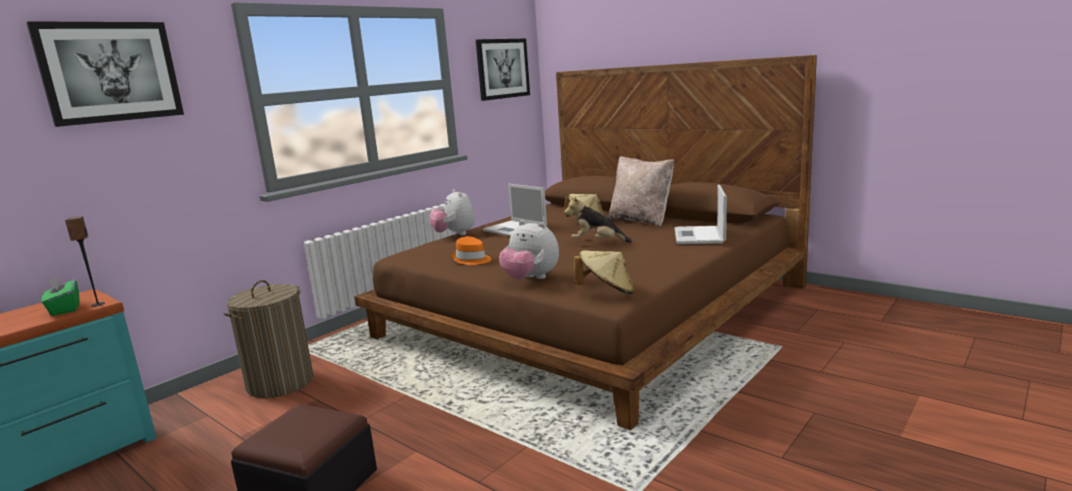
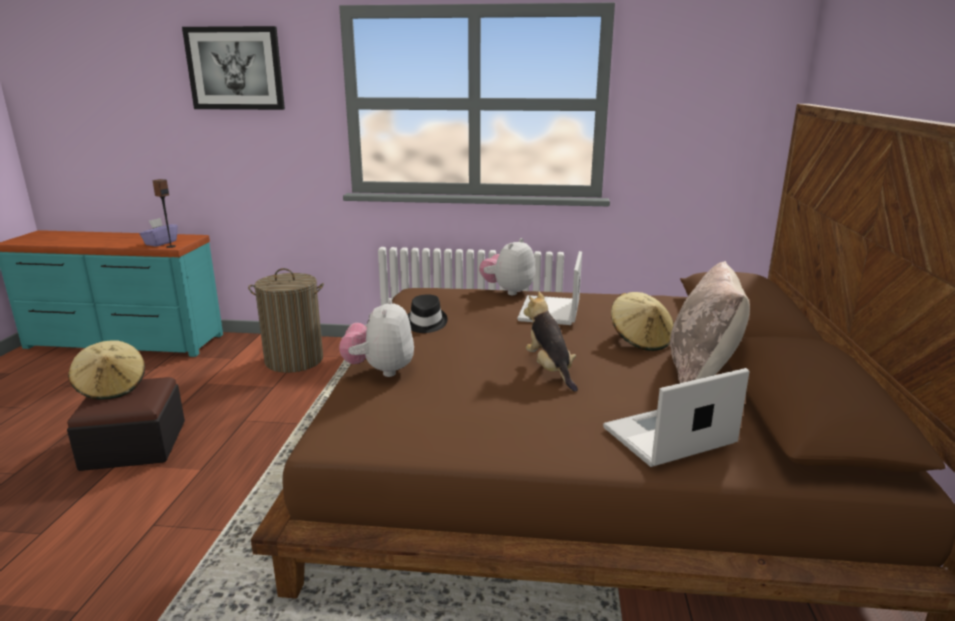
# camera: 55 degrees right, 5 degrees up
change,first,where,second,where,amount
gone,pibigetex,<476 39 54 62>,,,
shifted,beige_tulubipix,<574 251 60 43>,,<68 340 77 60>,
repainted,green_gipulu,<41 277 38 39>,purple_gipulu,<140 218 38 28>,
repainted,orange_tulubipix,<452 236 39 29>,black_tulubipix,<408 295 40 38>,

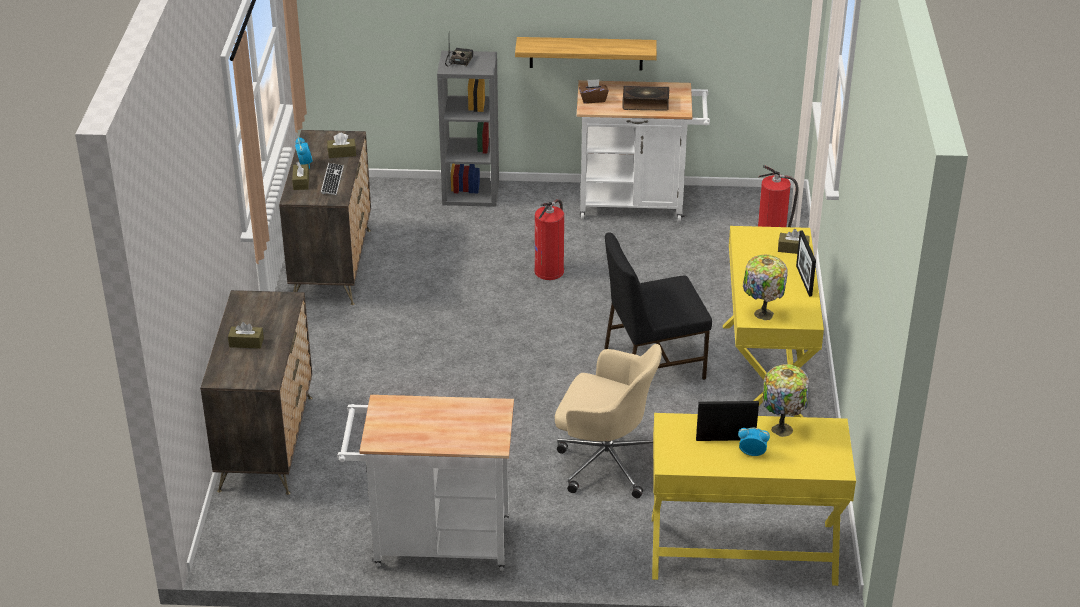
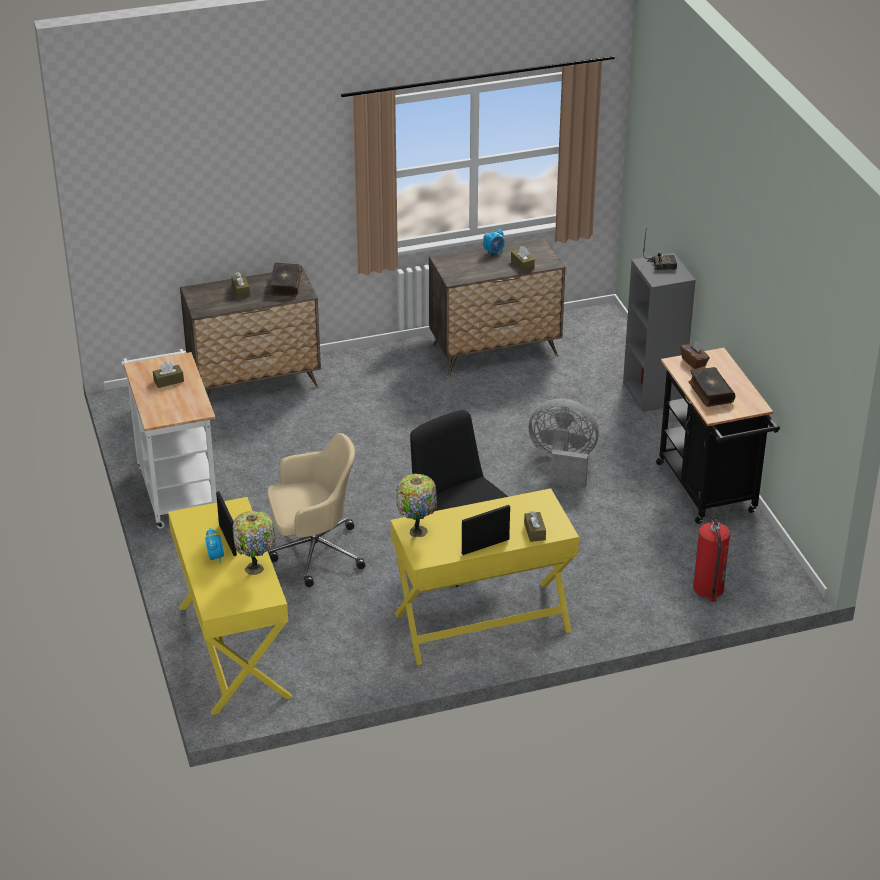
# camera: 70 degrees right, 0 degrees up
change,first,where,second,where,amount
gone,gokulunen,<321 163 23 32>,,,
gone,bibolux,<515 37 142 33>,,,
new,,,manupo,<270 263 32 34>,
shifted,brown_gipulu,<292 162 17 28>,,<153 361 31 27>,
swapped,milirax,<534 199 30 81>,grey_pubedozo,<529 399 70 89>,
repainted,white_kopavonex,<577 80 133 142>,black_kopavonex,<656 348 124 176>,
rotated,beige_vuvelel,<555 344 107 155>,,<267 433 98 154>,105 degrees counterclockwise

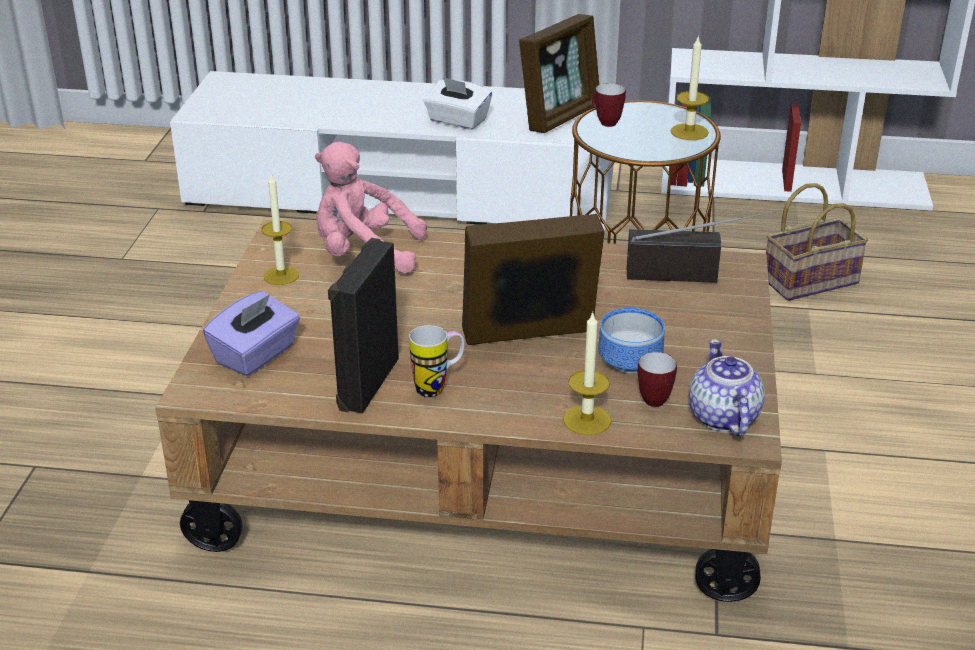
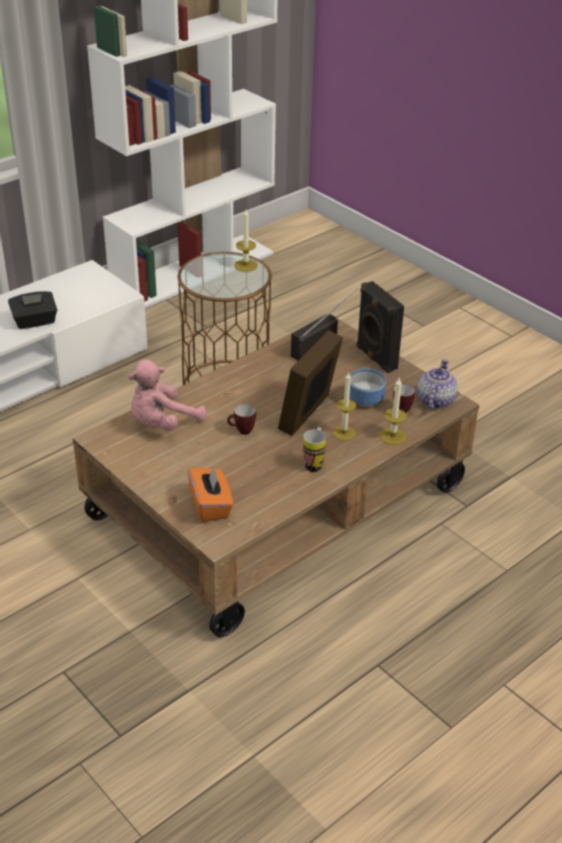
# camera: 50 degrees left, 5 degrees up
change,first,where,second,where,amount
gone,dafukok,<519 14 80 119>,,,
gone,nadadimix,<766 183 102 118>,,,
shifted,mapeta,<262 173 37 112>,,<333 372 23 69>,
shifted,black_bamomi,<328 238 71 176>,,<356 281 48 92>,
shifted,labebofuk,<592 83 34 44>,,<227 404 29 31>,
repainted,purple_gipulu,<203 291 97 85>,orange_gipulu,<188 466 45 56>,
repainted,white_gipulu,<423 77 69 53>,black_gipulu,<8 291 49 38>,
rotated,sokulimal,<689 339 76 97>,,<417 359 41 51>,75 degrees clockwise

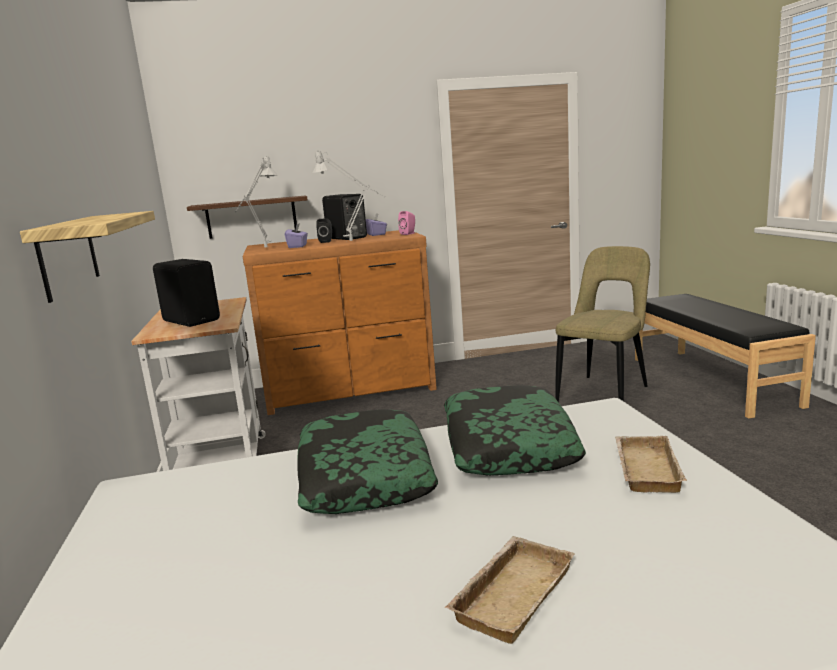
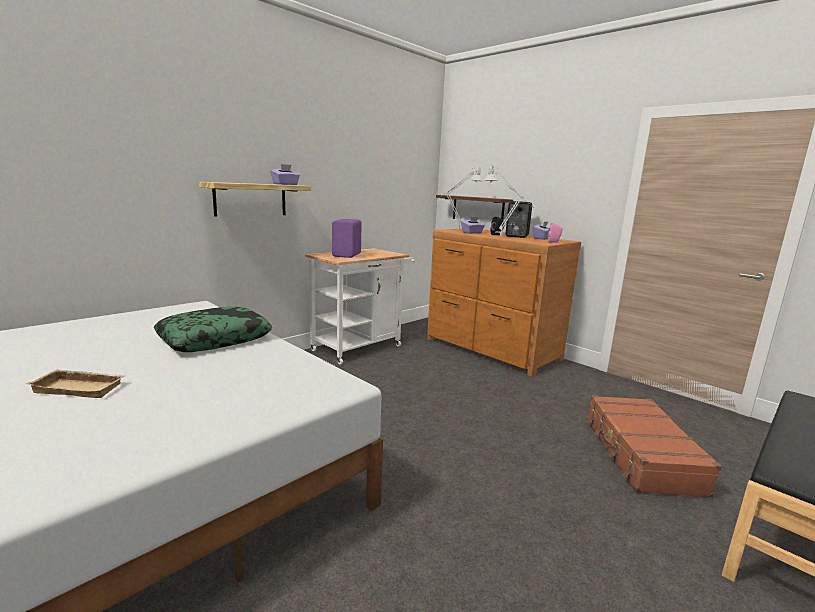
# camera: 55 degrees right, 0 degrees up
change,first,where,second,where,amount
gone,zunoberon,<444 385 142 91>,,,
gone,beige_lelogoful,<615 436 72 57>,,,
new,,,purple_gipulu,<270 164 30 21>,
swapped,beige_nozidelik,<555 246 95 156>,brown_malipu,<587 395 135 103>,
repainted,black_bamomi,<153 259 67 68>,purple_bamomi,<332 219 30 39>,

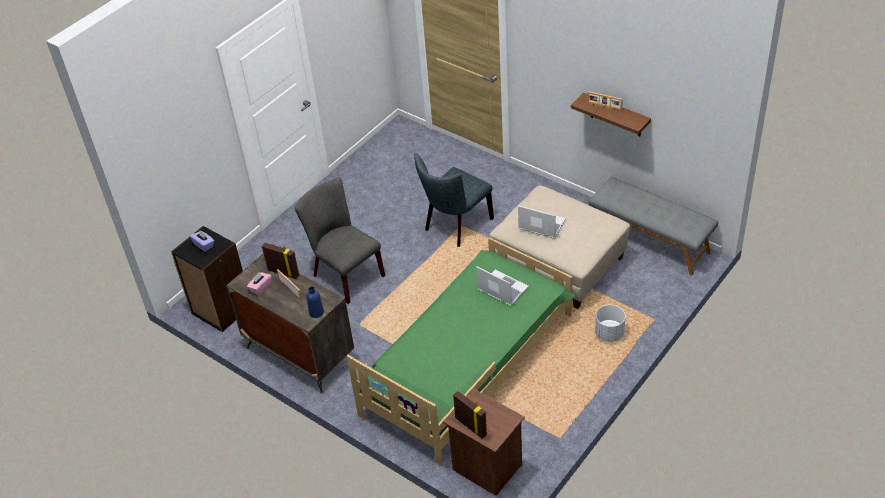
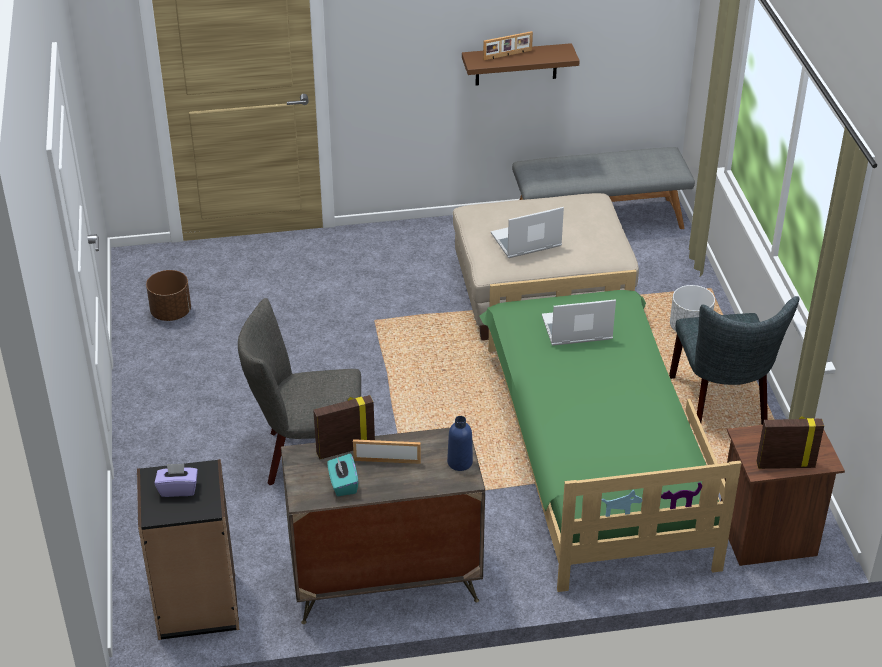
# camera: 50 degrees left, 5 degrees down
change,first,where,second,where,amount
new,,,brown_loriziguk,<146 270 45 51>,
shifted,grey_nozidelik,<414 153 80 94>,,<669 296 130 129>,
repainted,pink_gipulu,<247 272 25 24>,turquoise_gipulu,<328 454 30 42>,

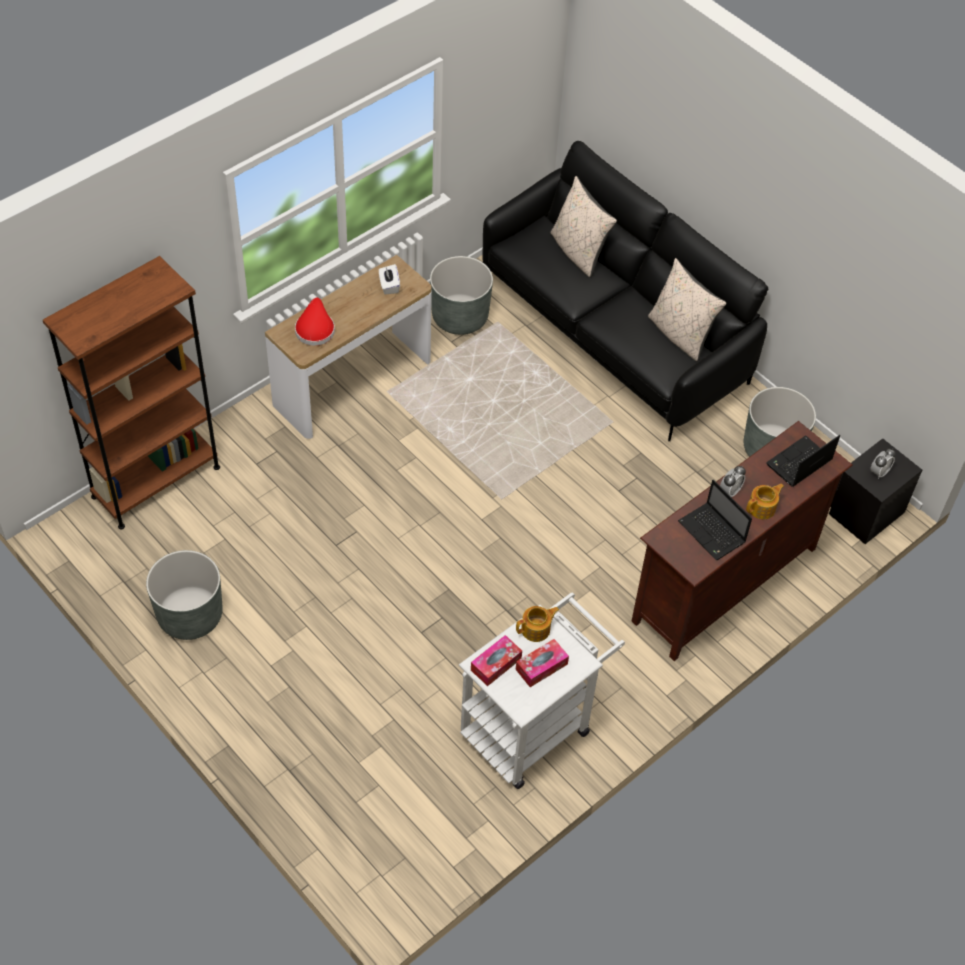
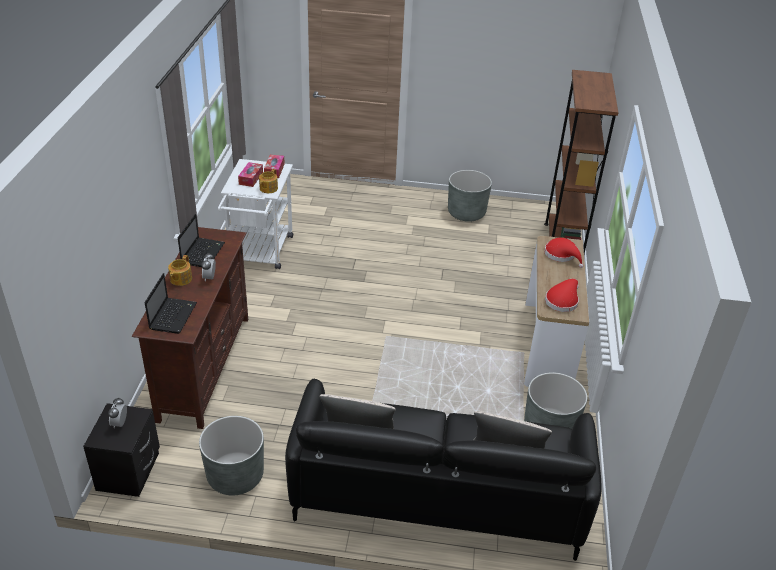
# camera: 140 degrees right, 15 degrees down
change,first,where,second,where,amount
swapped,white_gipulu,<379 264 21 31>,red_tulubipix,<545 279 34 33>,
rotated,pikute,<678 480 74 80>,,<178 214 47 53>,90 degrees clockwise

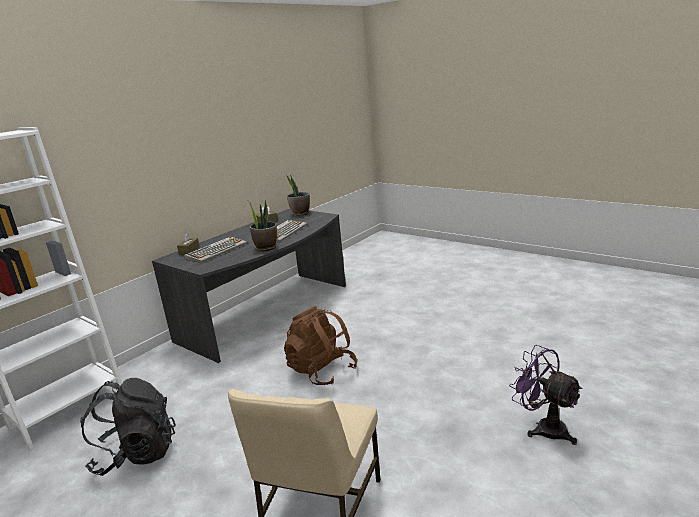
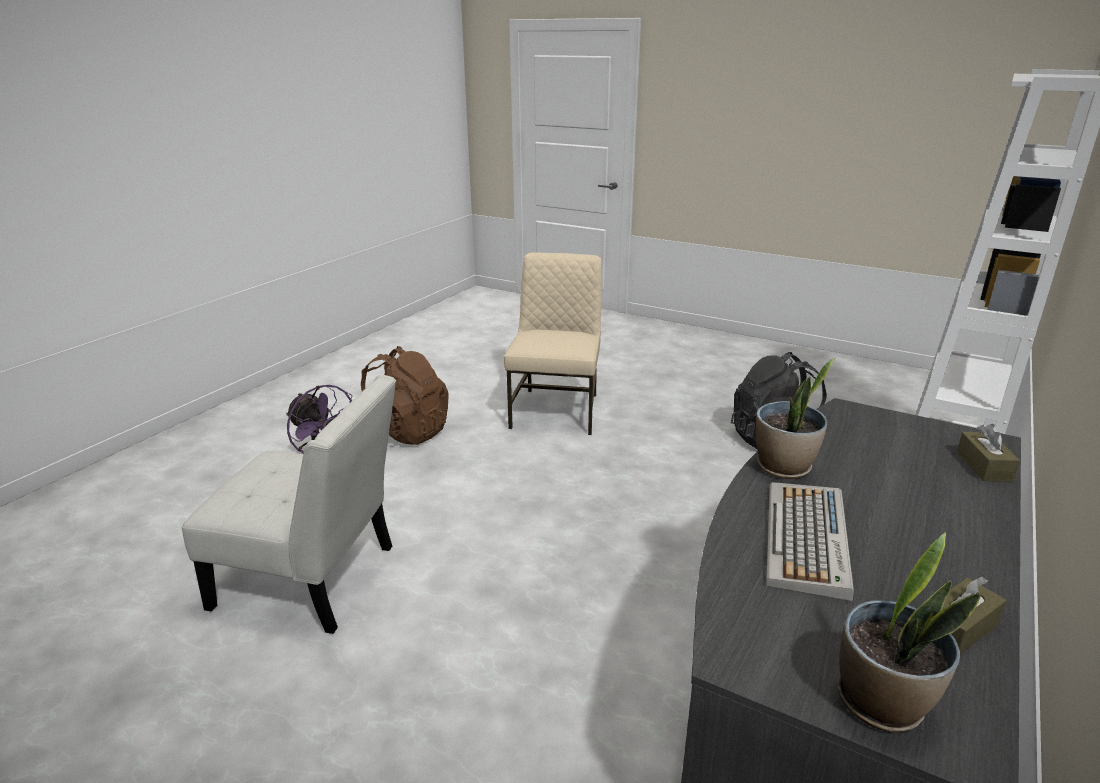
# camera: 170 degrees right, 5 degrees up
change,first,where,second,where,amount
gone,gokulunen,<184 237 63 26>,,,
new,,,white_nozidelik,<182 375 214 259>,
shifted,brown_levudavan,<284 306 74 79>,,<361 346 88 99>,

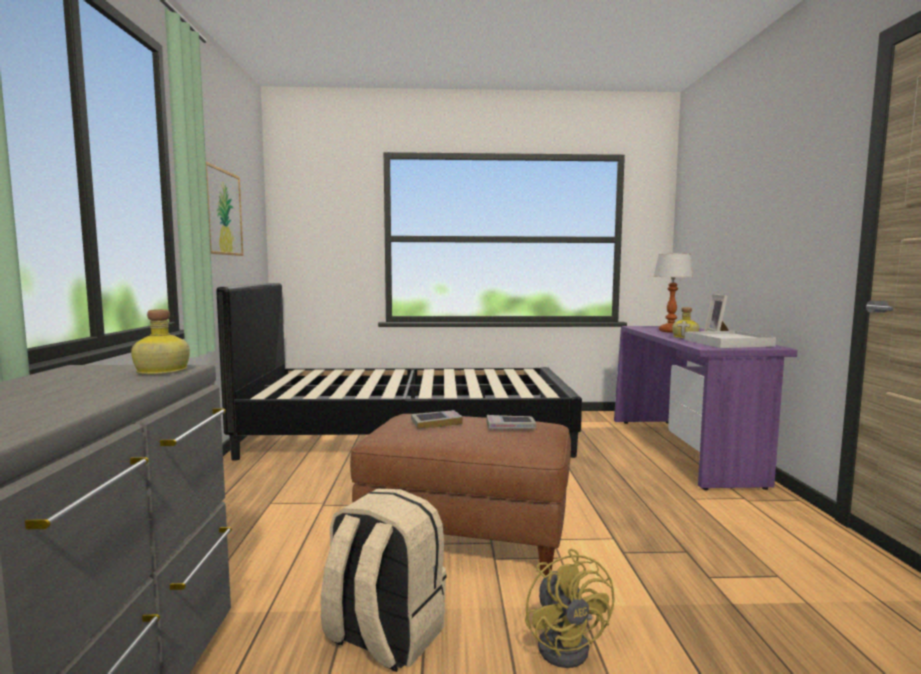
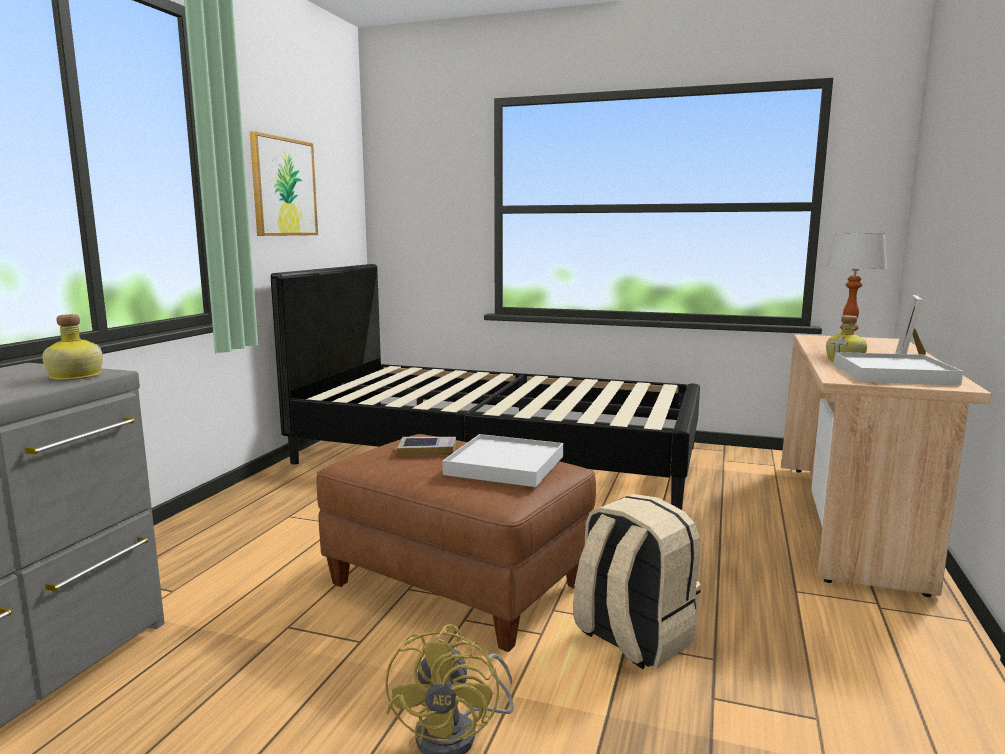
# camera: 20 degrees right, 5 degrees up
change,first,where,second,where,amount
shifted,beige_levudavan,<321 488 126 184>,,<573 494 128 175>,
swapped,manupo,<487 415 49 14>,white_lelogoful,<443 434 120 53>,
repainted,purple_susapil,<614 326 184 164>,beige_susapil,<781 334 210 263>,

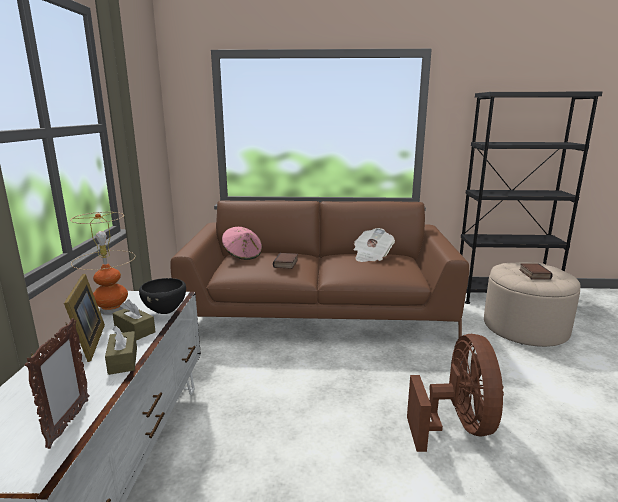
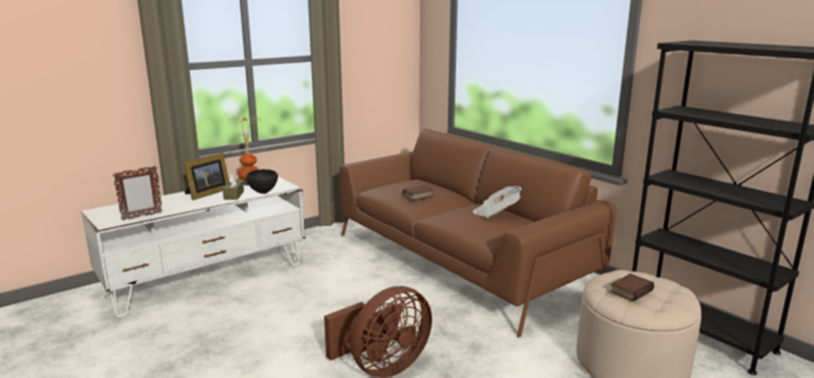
# camera: 50 degrees right, 0 degrees up
change,first,where,second,where,amount
gone,brown_gipulu,<105 326 32 49>,,,
gone,pink_tulubipix,<222 227 40 33>,,,

